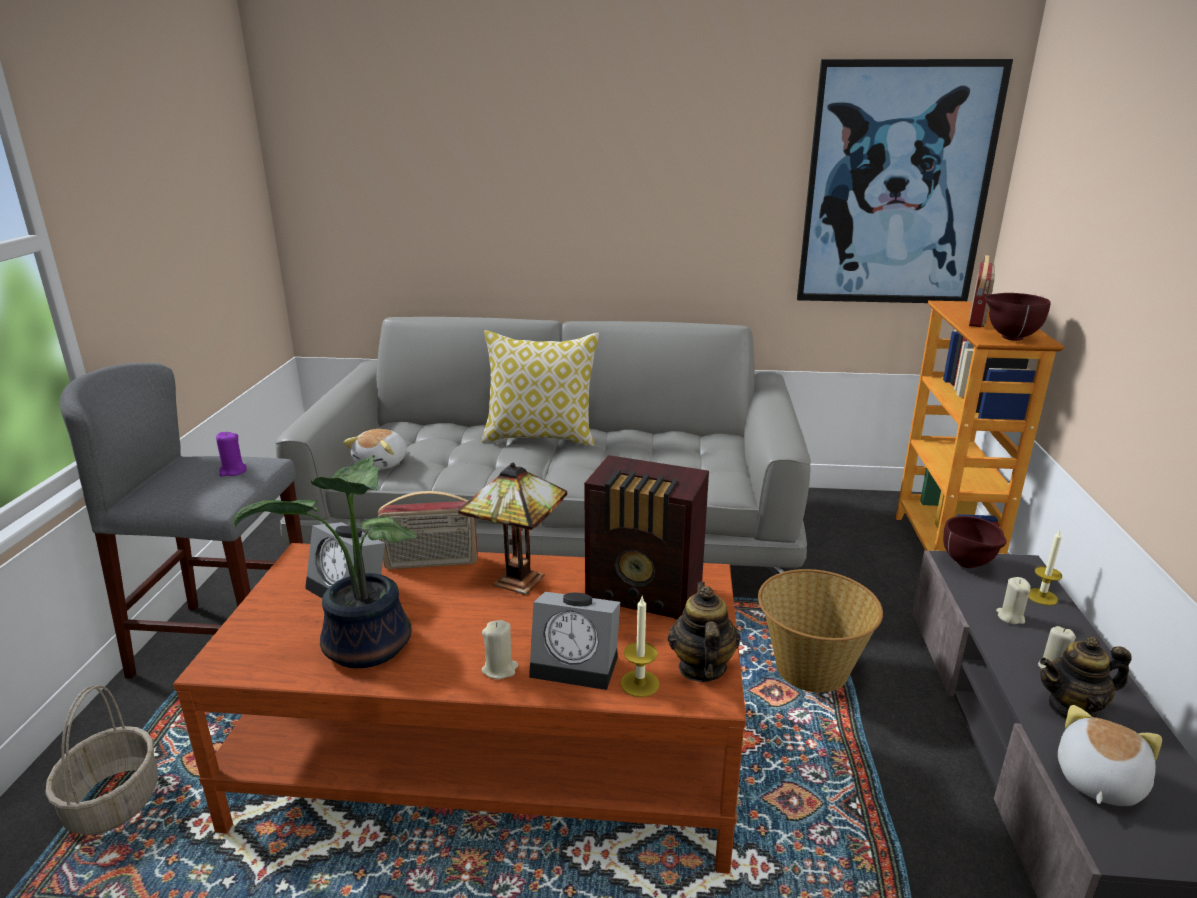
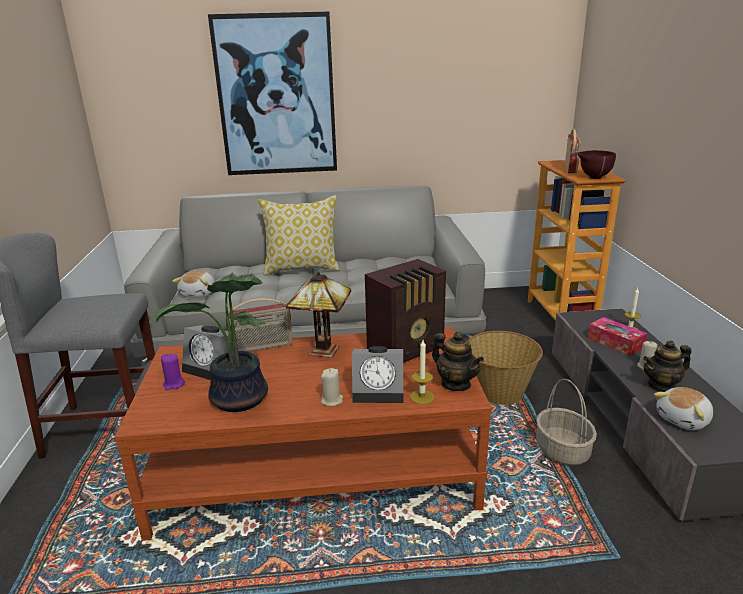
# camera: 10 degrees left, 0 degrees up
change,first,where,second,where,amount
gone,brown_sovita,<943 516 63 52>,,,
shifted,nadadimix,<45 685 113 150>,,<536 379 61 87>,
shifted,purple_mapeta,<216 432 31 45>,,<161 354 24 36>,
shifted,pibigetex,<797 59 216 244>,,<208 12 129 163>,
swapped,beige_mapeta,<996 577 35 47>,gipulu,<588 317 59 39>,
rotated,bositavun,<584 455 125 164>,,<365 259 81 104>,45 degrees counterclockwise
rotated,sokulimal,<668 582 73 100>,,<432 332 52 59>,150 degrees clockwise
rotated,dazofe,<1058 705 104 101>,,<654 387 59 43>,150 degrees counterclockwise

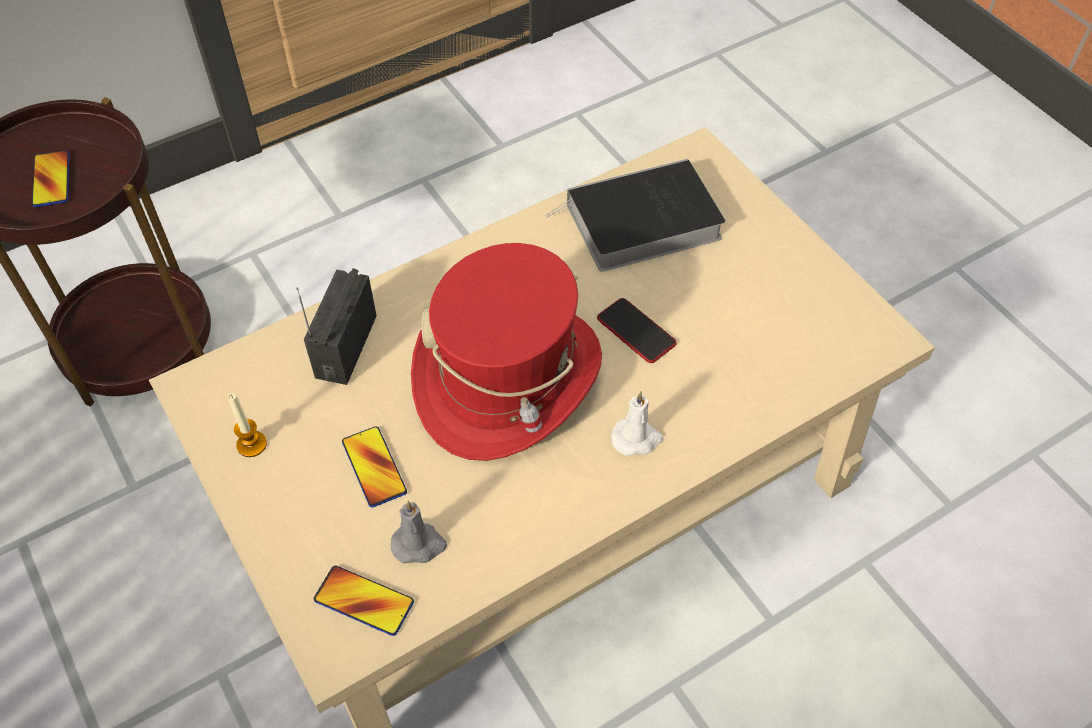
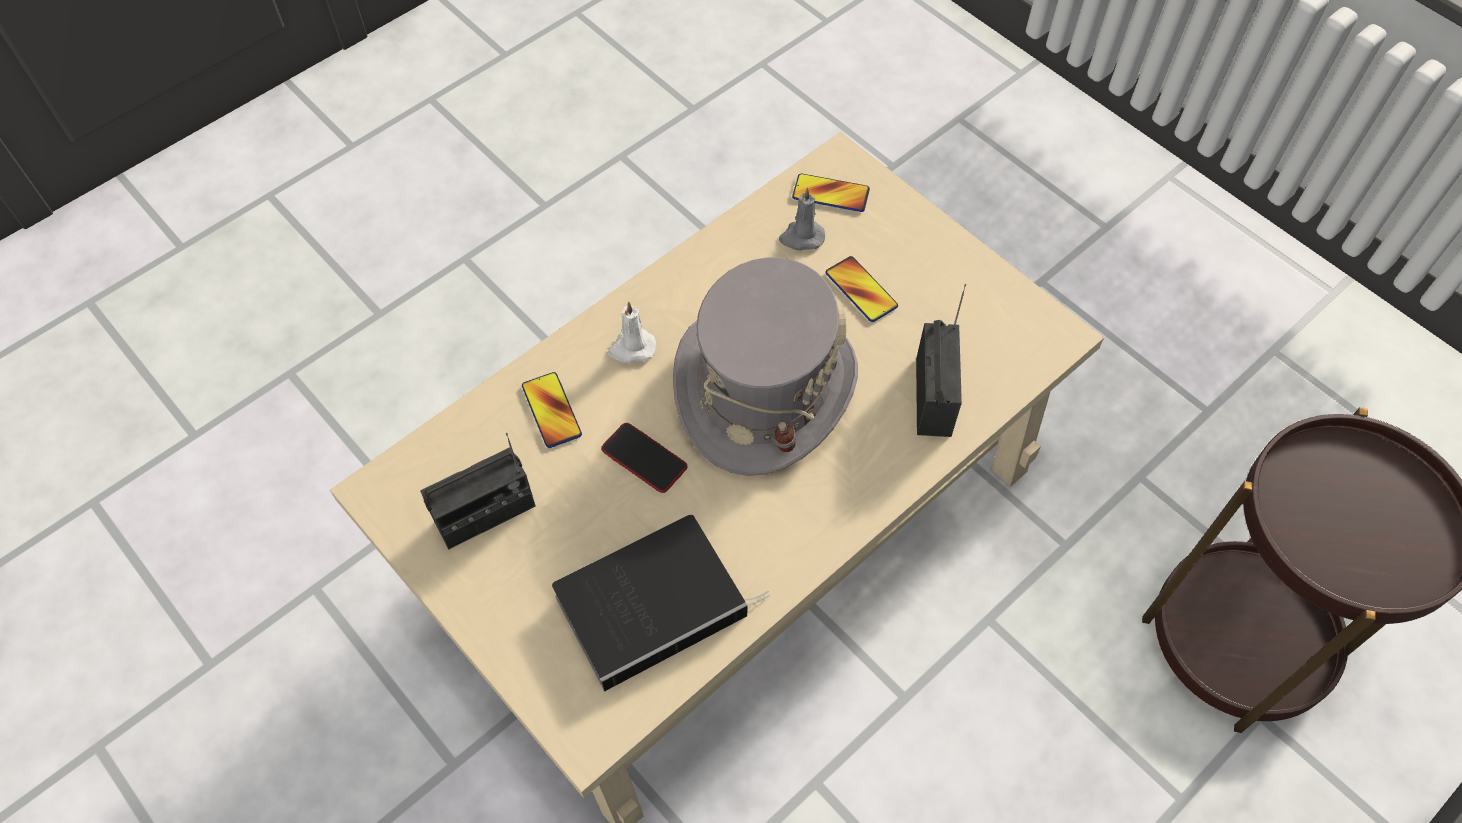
# camera: 170 degrees right, 5 degrees up
change,first,where,second,where,amount
gone,mapeta,<228 393 39 64>,,,
new,,,bositavun,<420 433 116 117>,
shifted,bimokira,<32 150 37 57>,,<522 372 60 76>,
repainted,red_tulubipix,<411 243 191 218>,grey_tulubipix,<673 257 185 219>,

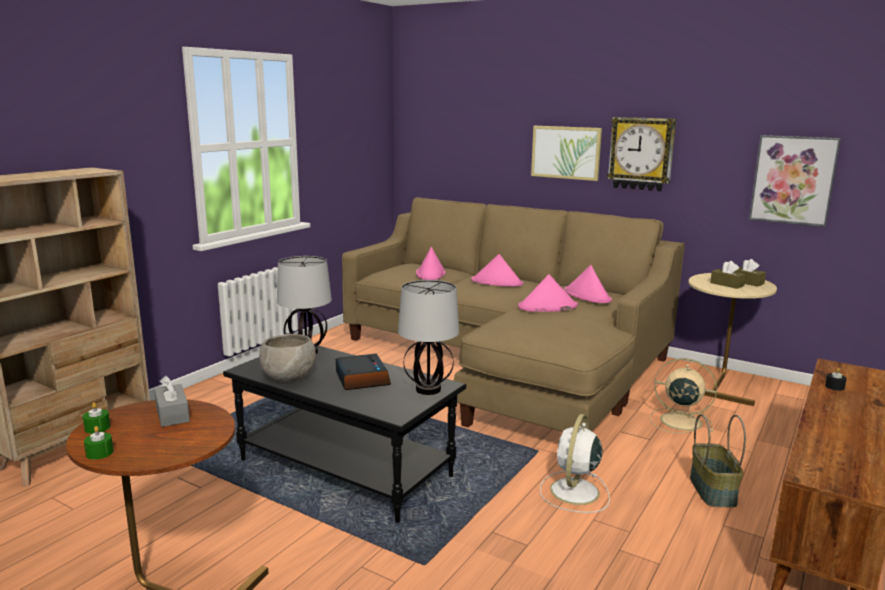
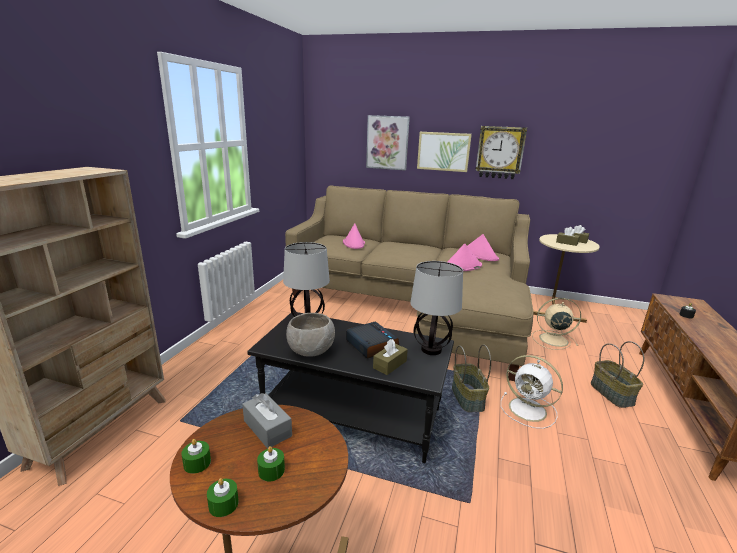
# camera: 15 degrees left, 5 degrees up
change,first,where,second,where,amount
gone,pink_tulubipix,<471 254 52 33>,,,
new,,,green_mapeta,<257 446 28 36>,
new,,,brown_gipulu,<373 339 35 36>,
new,,,nadadimix,<452 344 39 68>,
shifted,pibigetex,<749 135 92 92>,,<366 115 44 55>,
rotated,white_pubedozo,<540 414 70 99>,,<501 355 62 74>,60 degrees counterclockwise

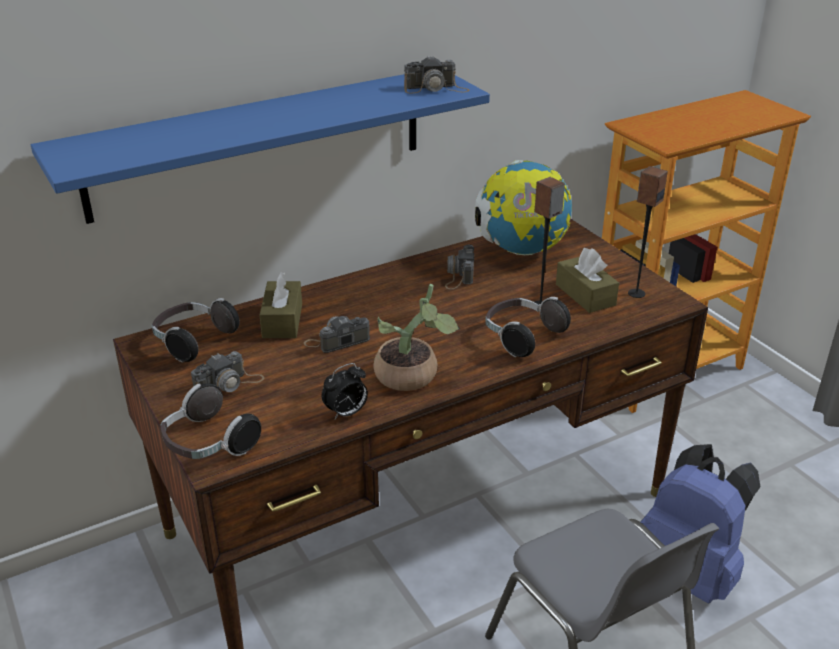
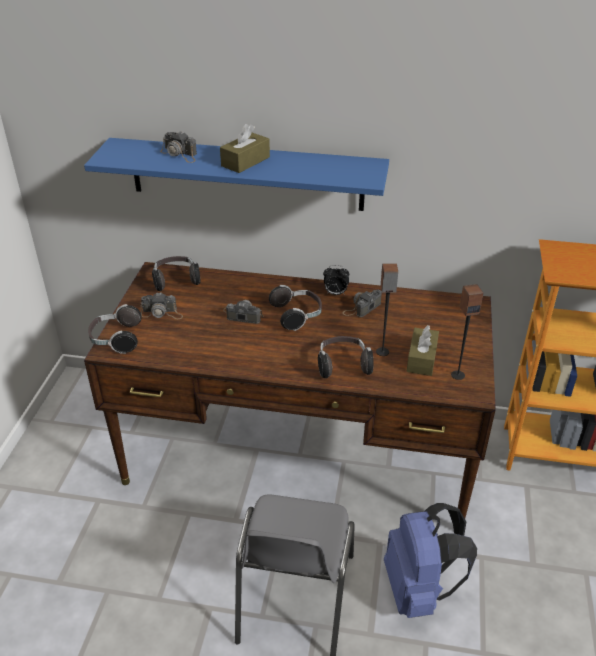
# camera: 40 degrees right, 5 degrees up
change,first,where,second,where,amount
gone,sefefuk,<373 284 87 107>,,,
gone,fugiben,<475 160 97 95>,,,
new,,,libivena,<269 285 53 46>,
shifted,brown_gipulu,<259 272 43 66>,,<220 124 50 49>,
shifted,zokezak,<322 363 46 56>,,<323 265 26 30>,
shifted,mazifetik,<404 55 65 39>,,<160 131 37 32>,

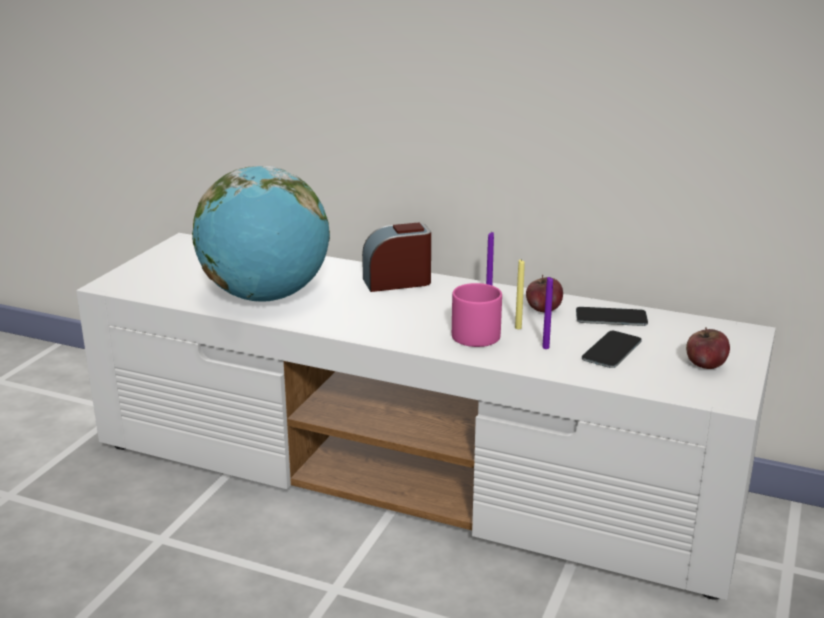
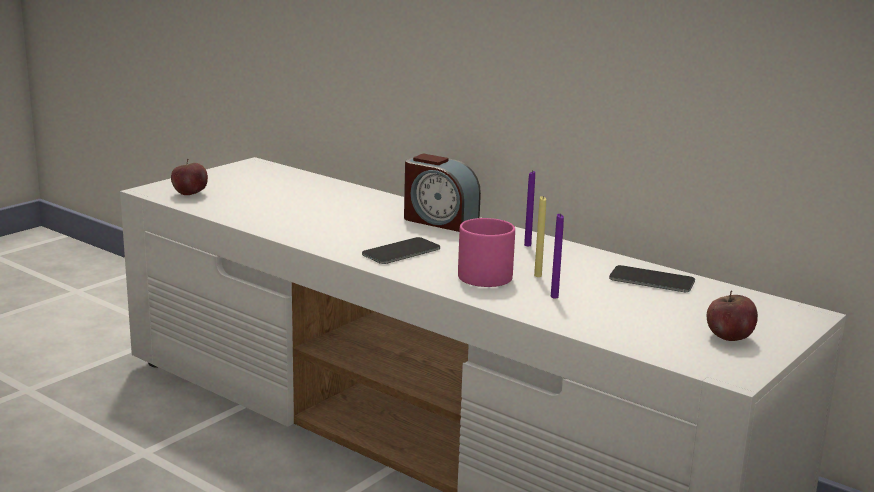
# camera: 15 degrees right, 5 degrees down
change,first,where,second,where,amount
gone,fugiben,<192 166 138 136>,,,
shifted,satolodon,<526 275 37 37>,,<171 159 37 36>,
shifted,bimokira,<582 331 60 37>,,<362 237 78 27>,
rotated,zokezak,<362 222 69 70>,,<404 153 77 79>,150 degrees counterclockwise

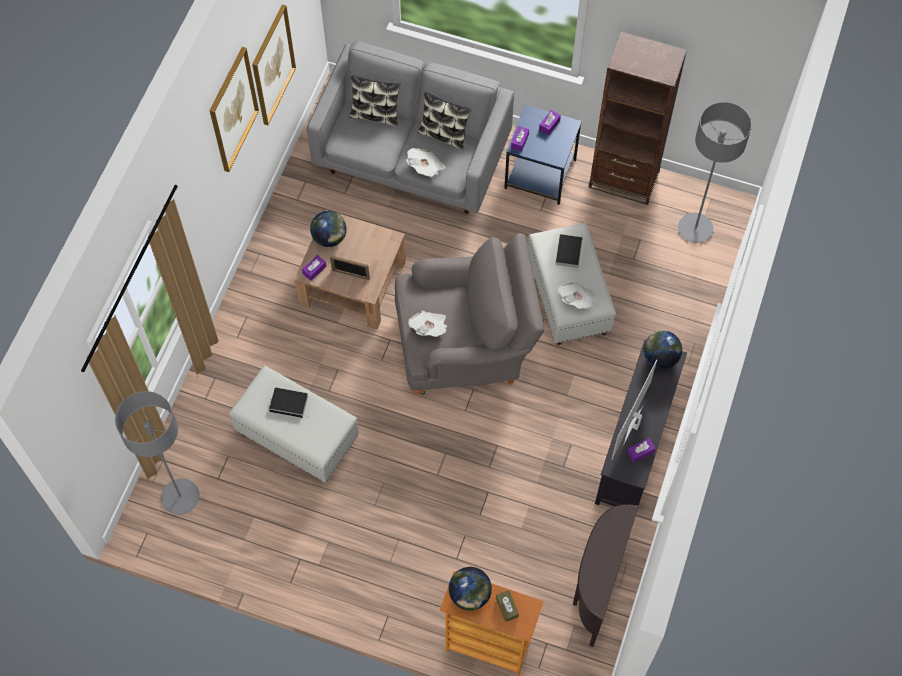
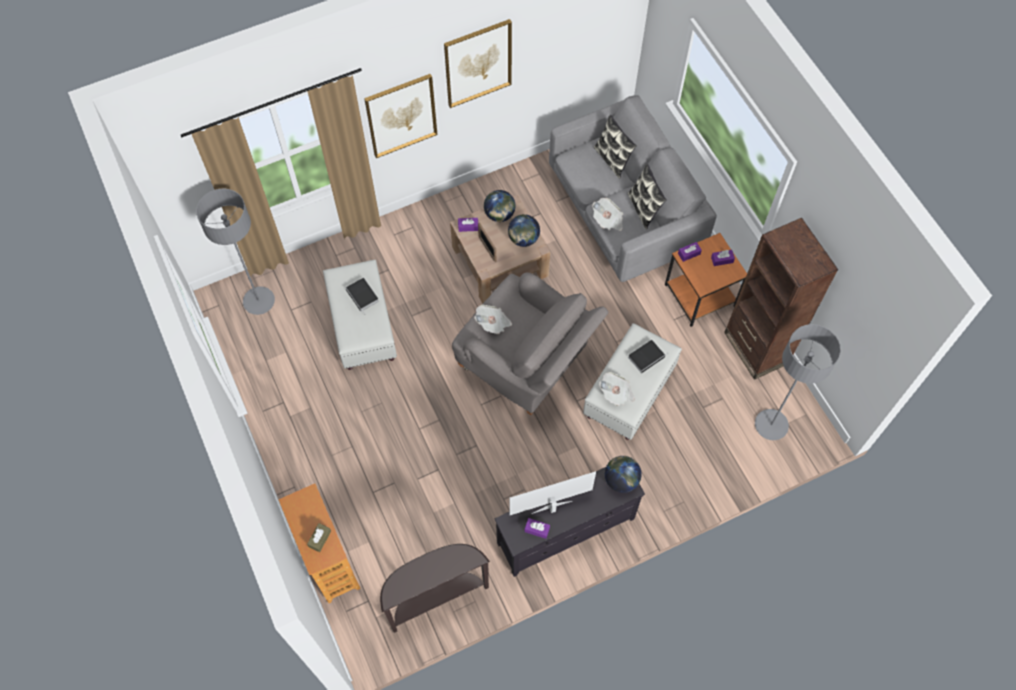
# camera: 45 degrees right, 0 degrees up
change,first,where,second,where,amount
shifted,pibigetex,<252 5 44 120>,,<364 74 73 84>,
shifted,fugiben,<449 567 43 44>,,<508 214 32 33>,
repainted,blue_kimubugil,<504 105 78 100>,orange_kimubugil,<665 233 82 94>,

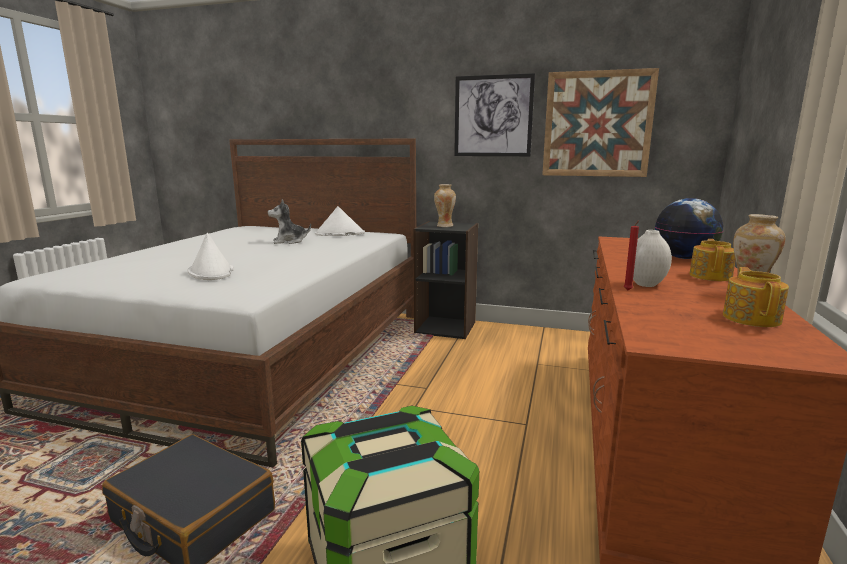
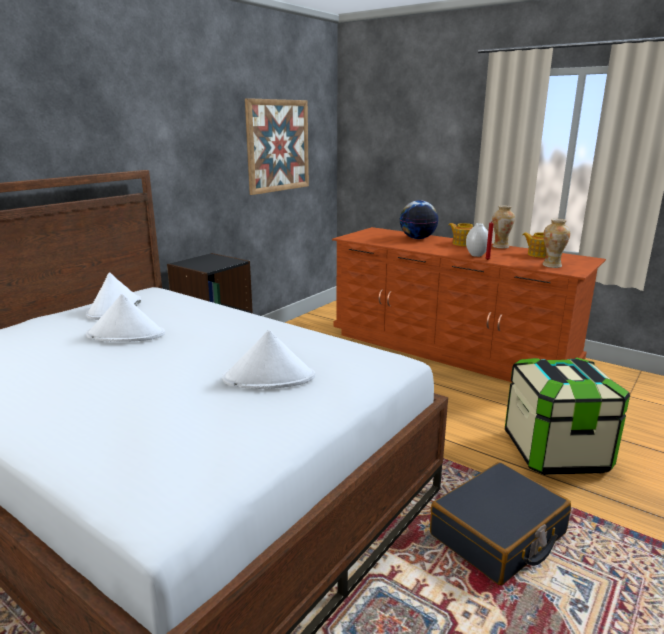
# camera: 70 degrees left, 5 degrees up
change,first,where,second,where,amount
gone,pibigetex,<454 73 81 83>,,,
shifted,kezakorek,<434 184 22 43>,,<542 219 28 49>,
swapped,dazofe,<268 199 43 45>,white_tulubipix,<86 294 79 48>,

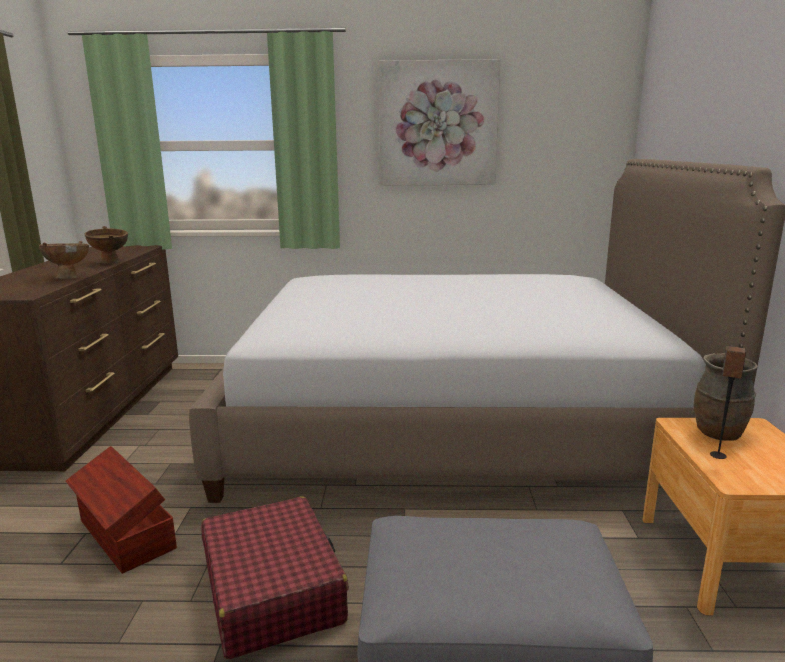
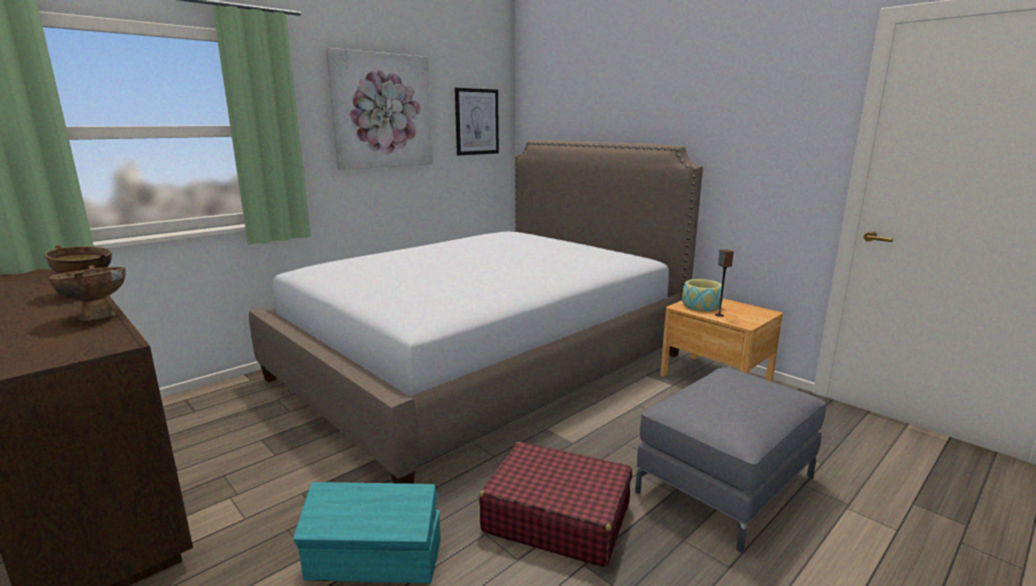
# camera: 45 degrees left, 0 degrees up
change,first,where,second,where,amount
new,,,pibigetex,<455 88 44 68>,
swapped,brown_kezakorek,<694 353 63 88>,sovita,<682 279 41 33>,
repainted,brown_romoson,<66 446 111 128>,turquoise_romoson,<293 482 147 101>,

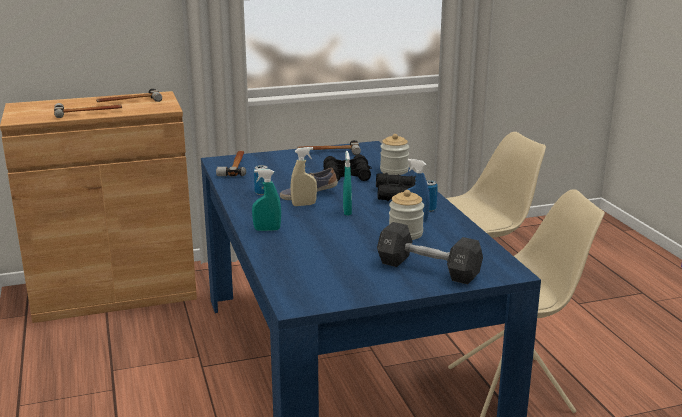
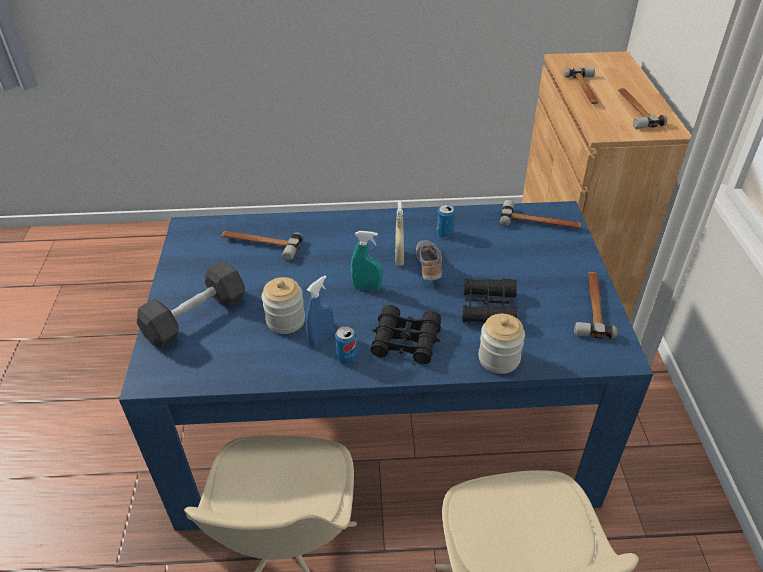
# camera: 105 degrees right, 20 degrees up
change,first,where,second,where,amount
gone,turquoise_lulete,<252 169 29 62>,,,
new,,,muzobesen,<222 231 81 30>,

